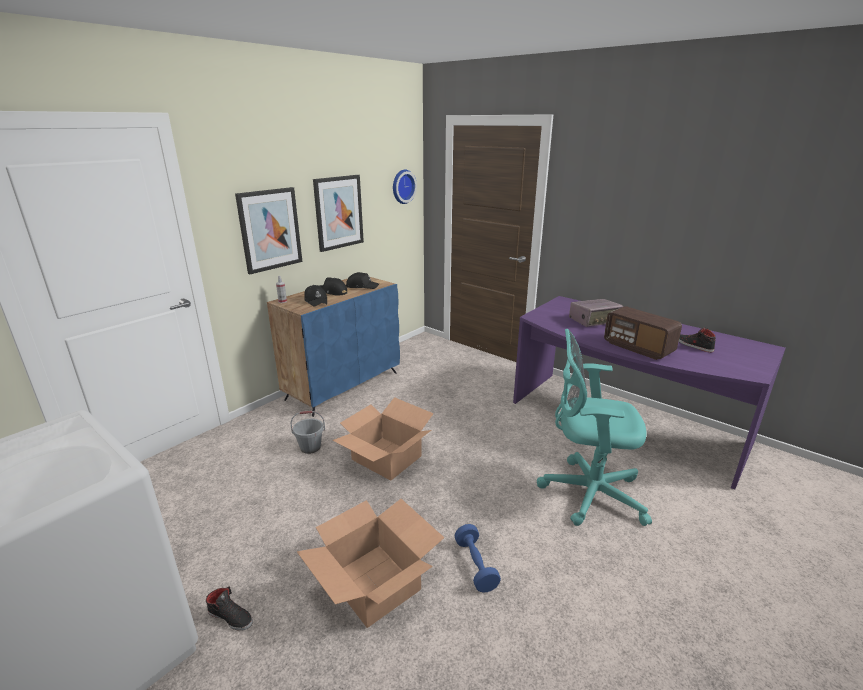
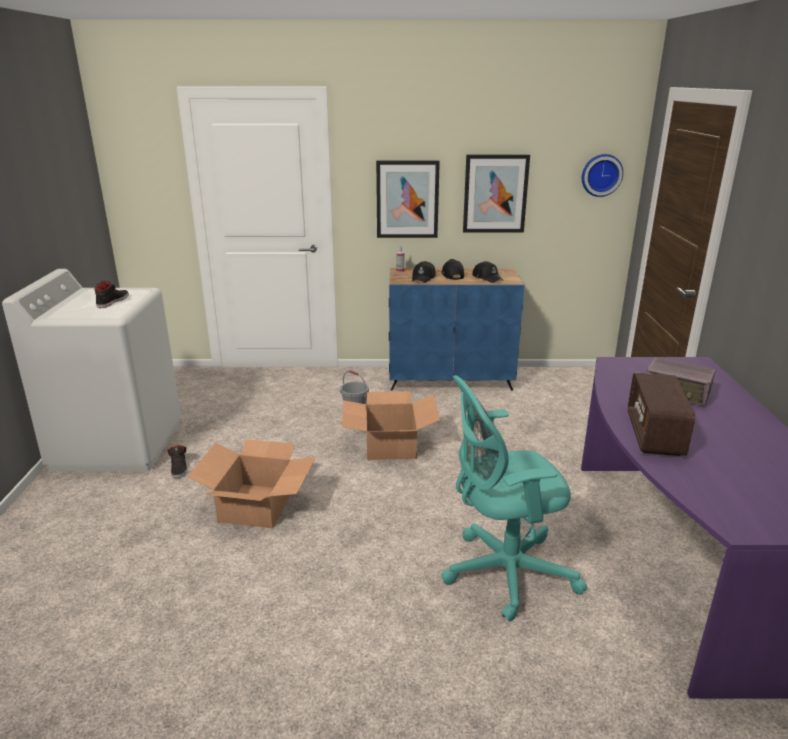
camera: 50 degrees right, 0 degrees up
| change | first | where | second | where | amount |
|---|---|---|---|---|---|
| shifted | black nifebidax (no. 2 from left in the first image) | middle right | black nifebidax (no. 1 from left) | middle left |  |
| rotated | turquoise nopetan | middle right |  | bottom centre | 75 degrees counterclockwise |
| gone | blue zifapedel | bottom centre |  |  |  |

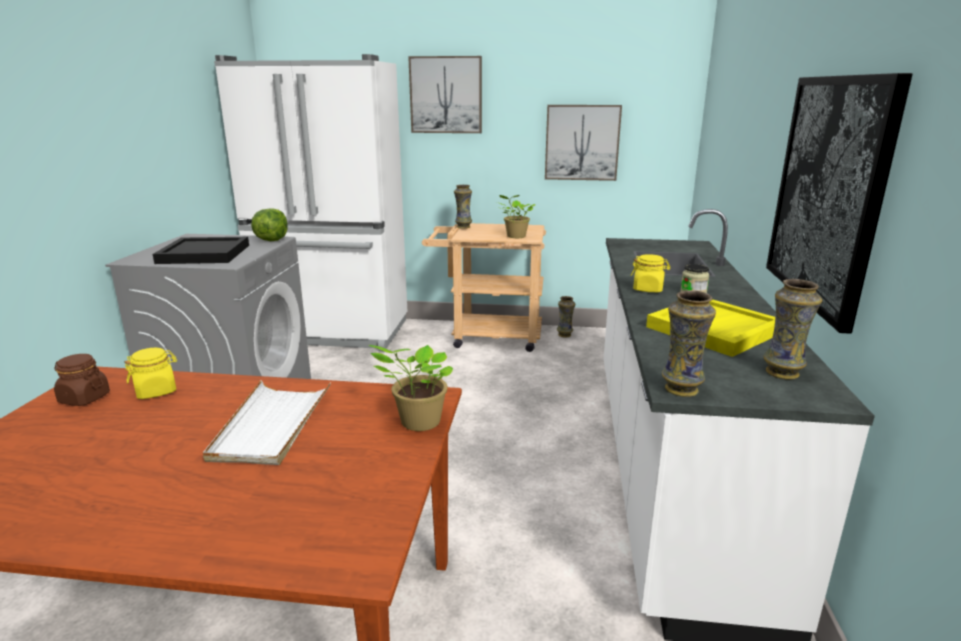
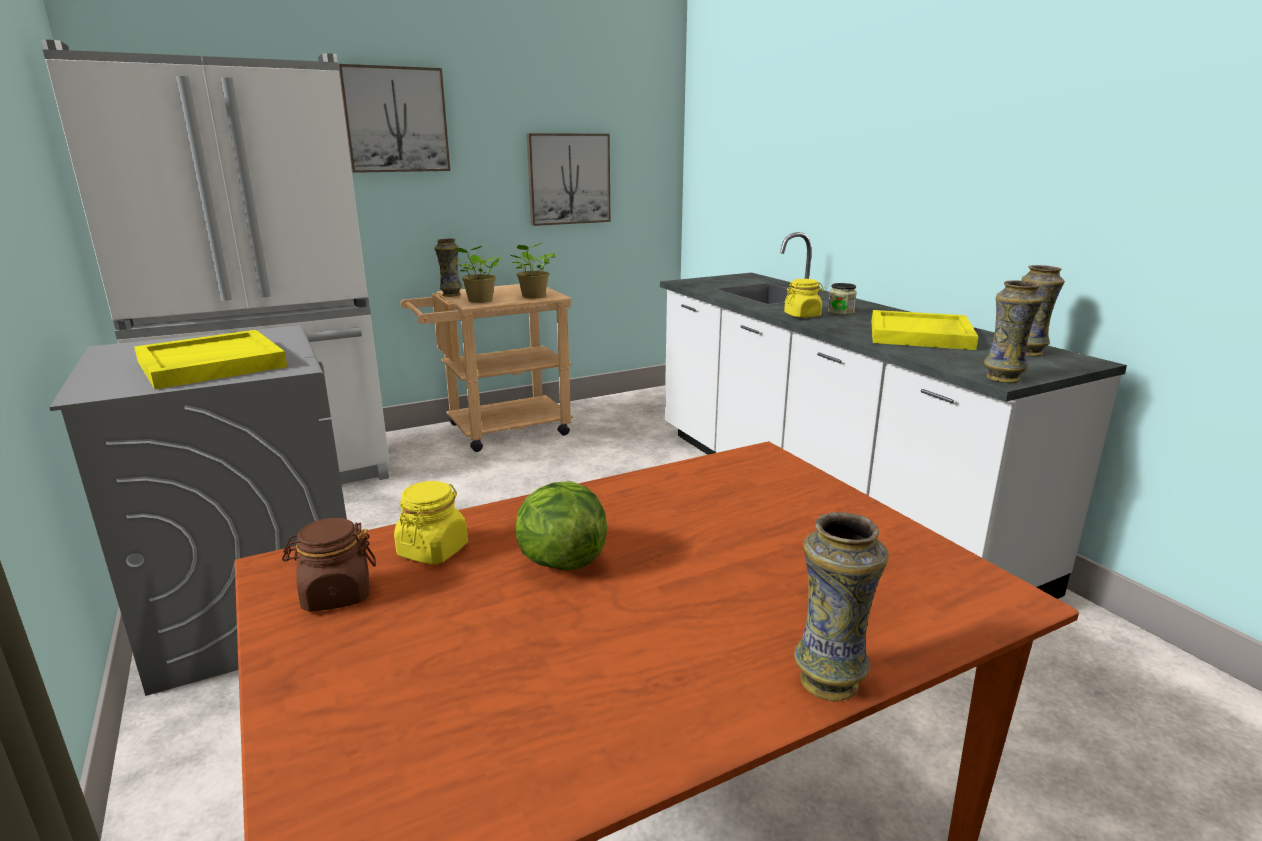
camera: 35 degrees left, 0 degrees up
| change | first | where | second | where | amount |
|---|---|---|---|---|---|
| repainted | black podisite | middle left | yellow podisite (no. 1 from left) | middle left |  |
| shifted | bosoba (no. 1 from left) | centre |  | top centre |  |
| shifted | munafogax | middle left |  | centre |  |
| shifted | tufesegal (no. 2 from left) | centre |  | bottom centre |  |
| gone | white podisite | middle left |  |  |  |
| gone | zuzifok (no. 3 from left) | top right |  |  |  |

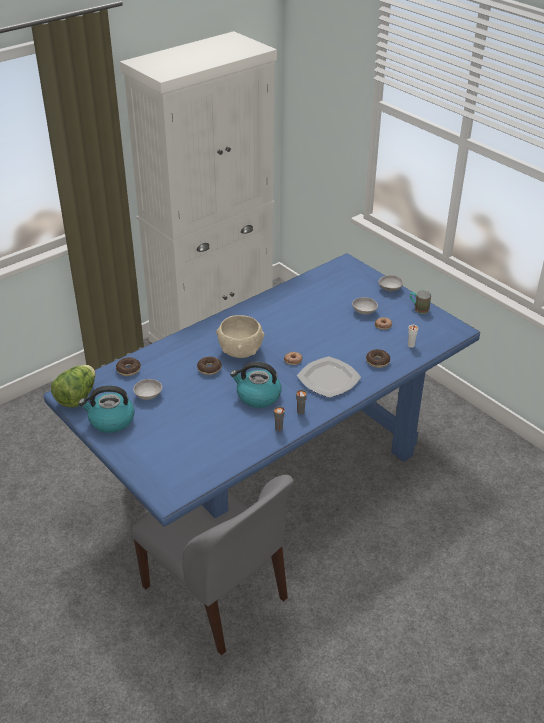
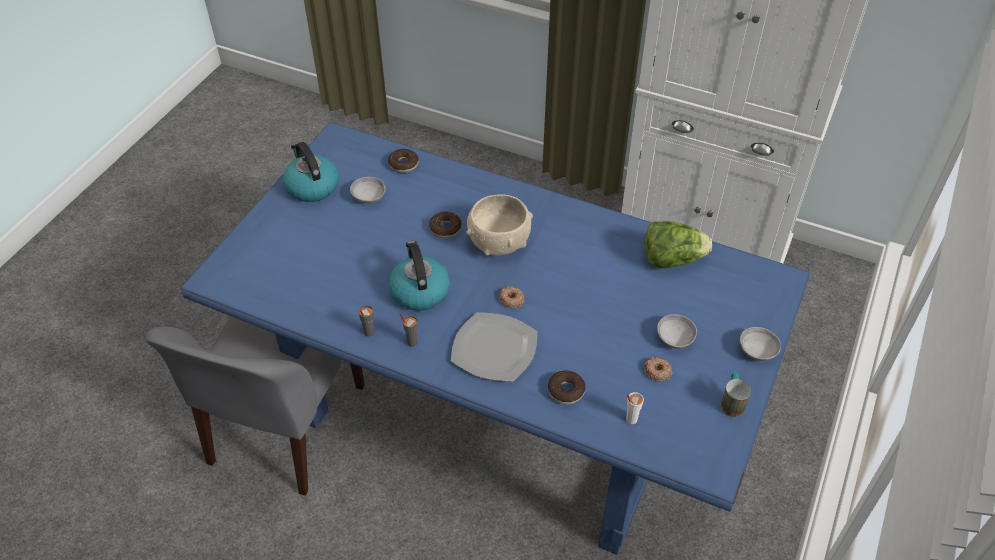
camera: 65 degrees right, 10 degrees up
| change | first | where | second | where | amount |
|---|---|---|---|---|---|
| shifted | munafogax | middle left |  | middle right |  |

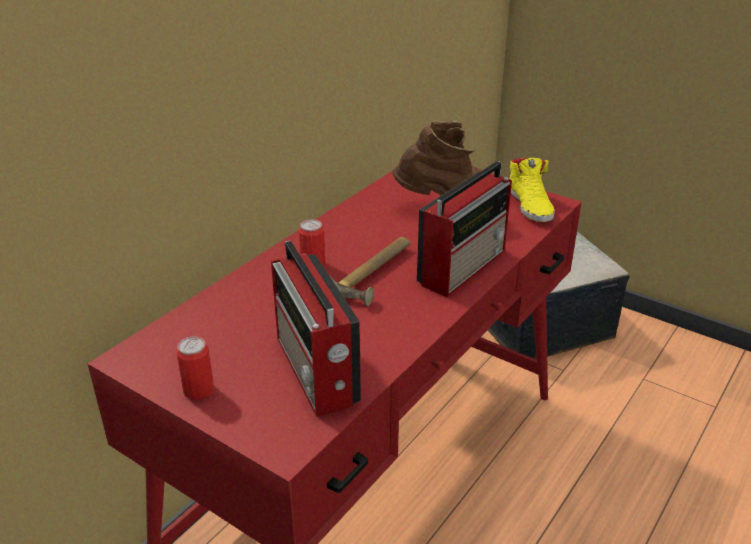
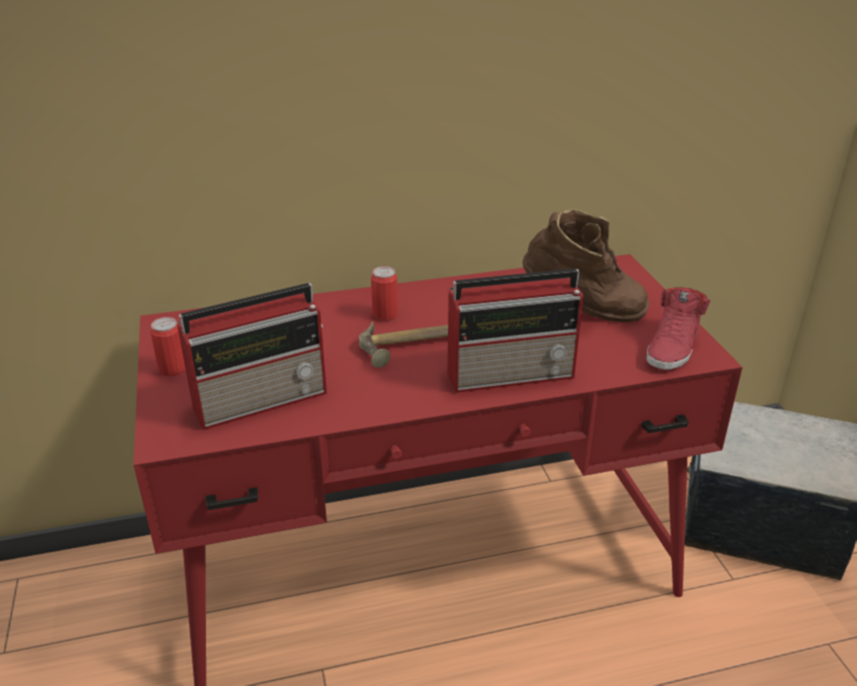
camera: 40 degrees right, 0 degrees up
| change | first | where | second | where | amount |
|---|---|---|---|---|---|
| rotated | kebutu (no. 1 from left) | centre |  | middle left | 135 degrees counterclockwise |
| repainted | yellow nifebidax | middle right | red nifebidax | middle right |  |

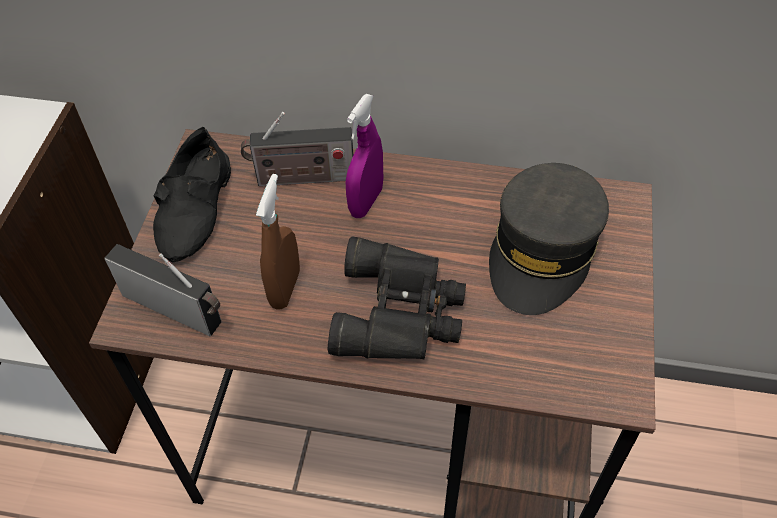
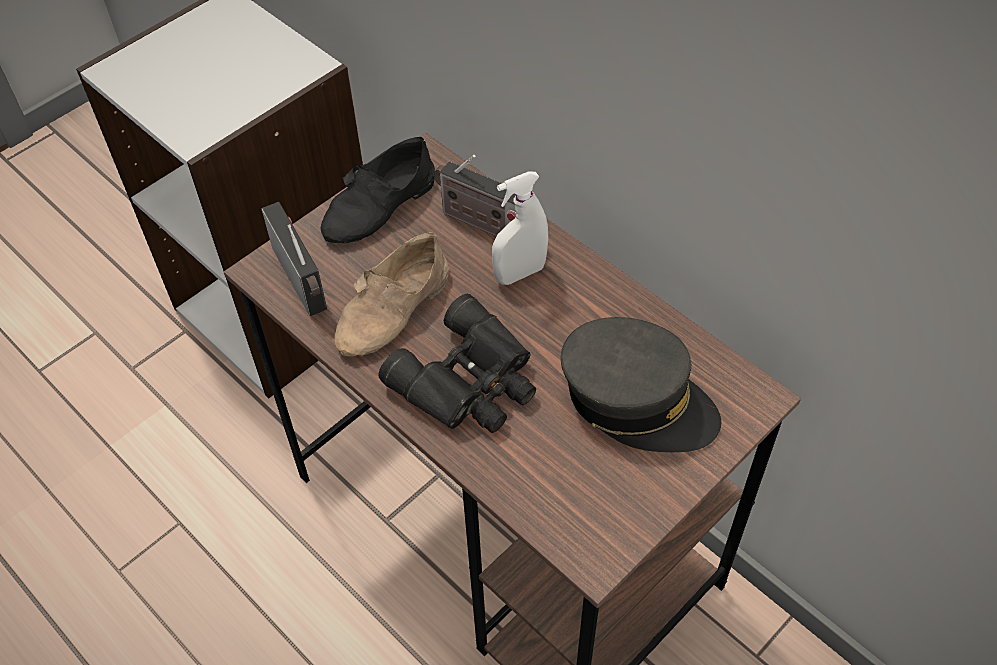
camera: 35 degrees right, 0 degrees up
| change | first | where | second | where | amount |
|---|---|---|---|---|---|
| swapped | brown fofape | centre | beige nifebidax | centre |  |
| repainted | purple fofape | top centre | white fofape | centre |  |
| rotated | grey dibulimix | middle right |  | centre | 120 degrees counterclockwise |

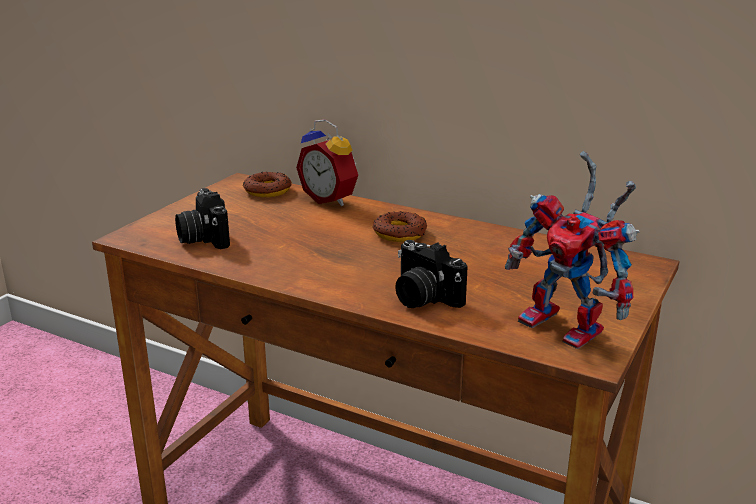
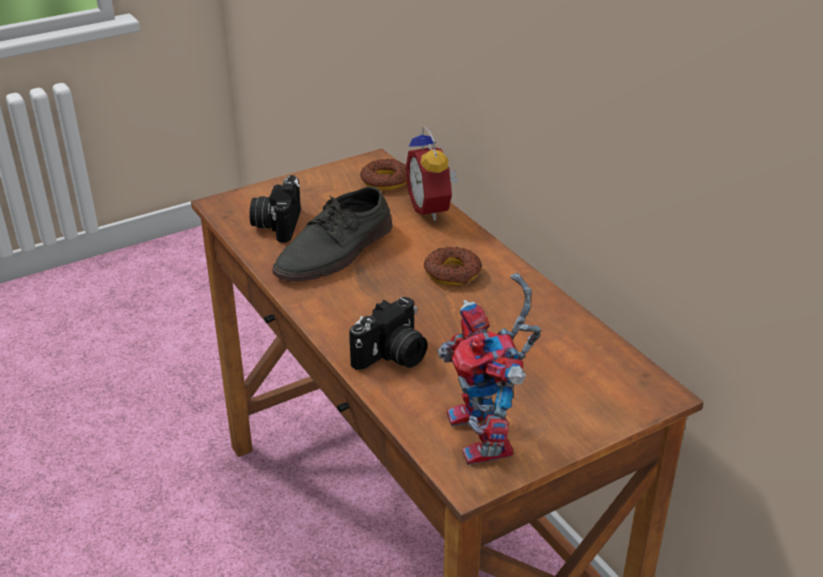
camera: 30 degrees right, 10 degrees up
| change | first | where | second | where | amount |
|---|---|---|---|---|---|
| new |  |  | grey nifebidax | centre |  |
| rotated | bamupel (no. 2 from left) | centre |  | centre | 120 degrees counterclockwise |

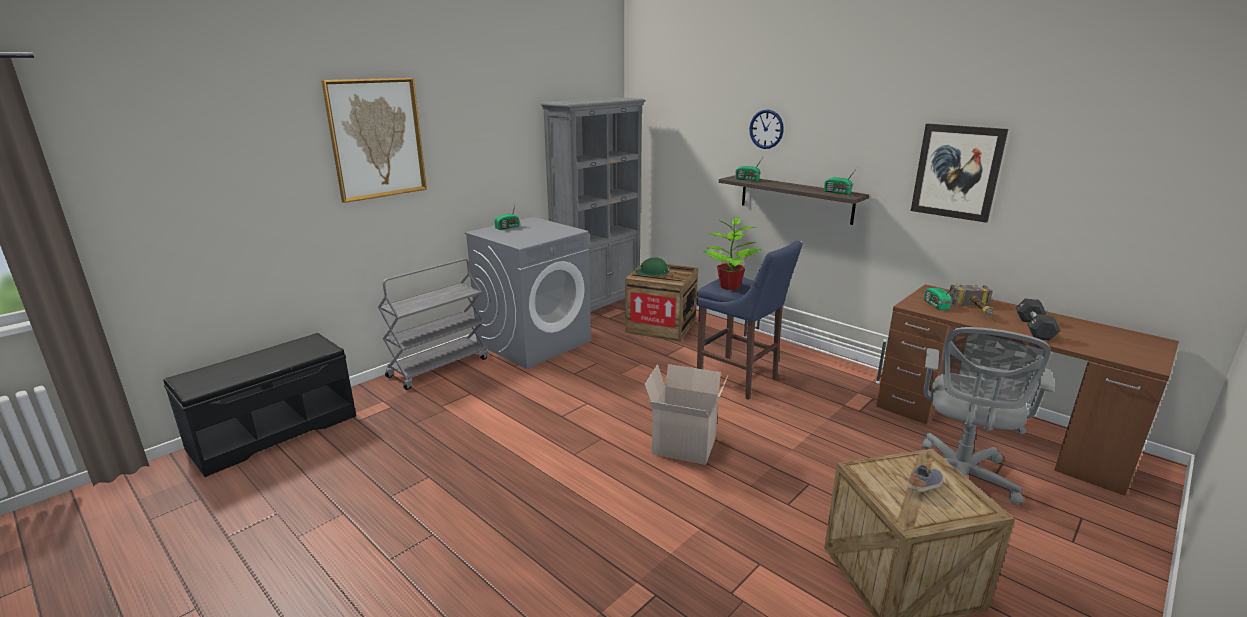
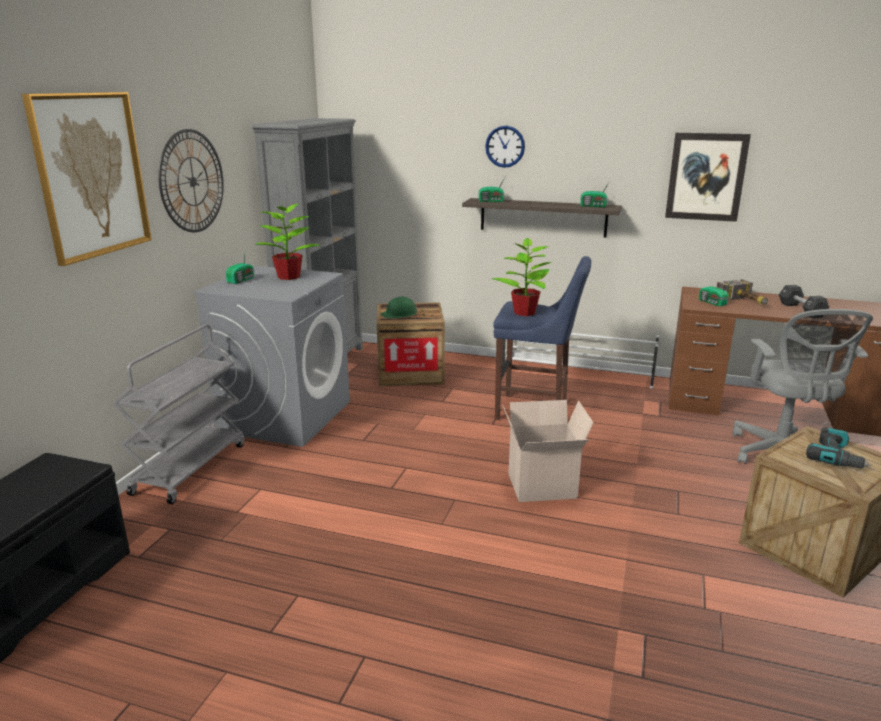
camera: 25 degrees left, 0 degrees up
| change | first | where | second | where | amount |
|---|---|---|---|---|---|
| new |  |  | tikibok (no. 1 from left) | top left |  |
| new |  |  | bosoba (no. 1 from left) | top left |  |
| swapped | nifebidax | bottom right | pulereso | middle right |  |

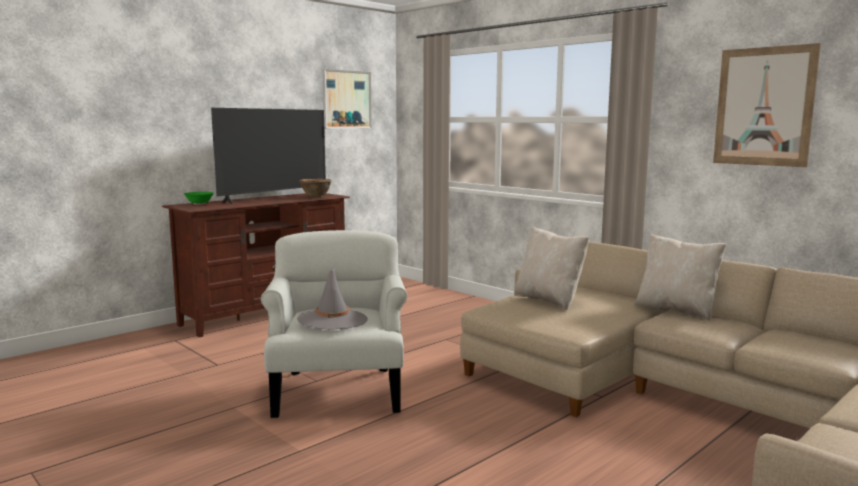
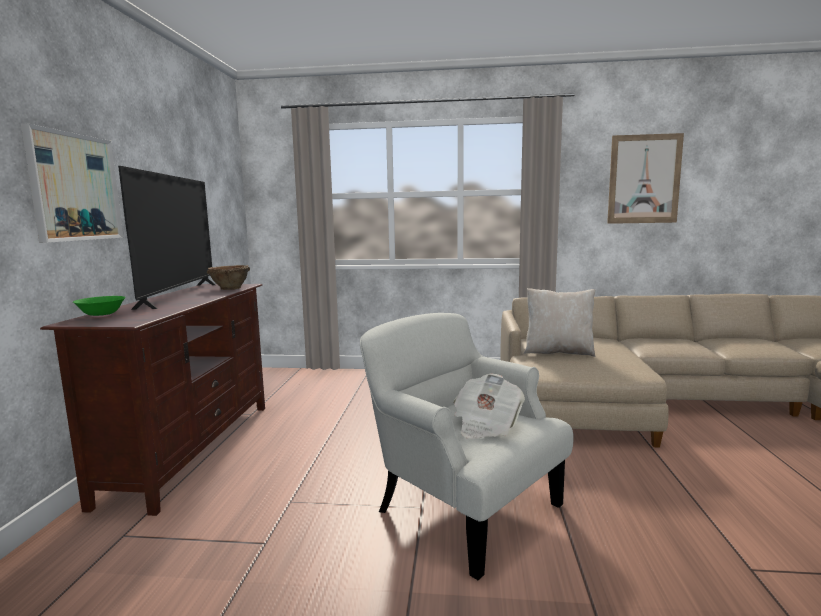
camera: 40 degrees left, 0 degrees up
| change | first | where | second | where | amount |
|---|---|---|---|---|---|
| shifted | zuzifok (no. 1 from left) | top centre |  | top left |  |
| swapped | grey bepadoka | centre | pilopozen | centre |  |
| gone | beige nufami (no. 2 from left) | middle right |  |  |  |

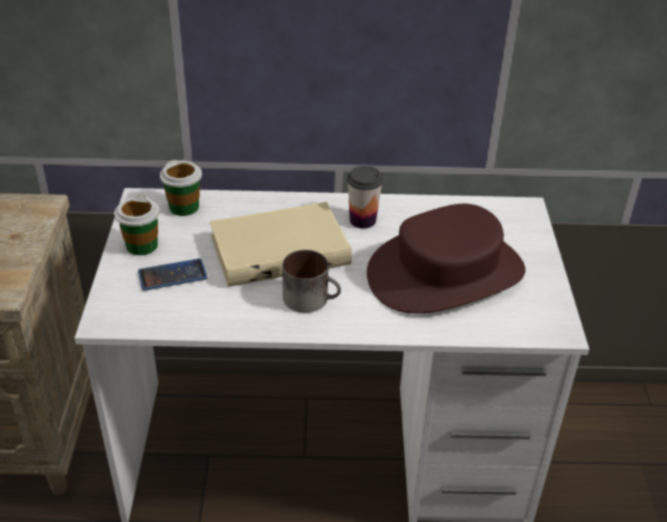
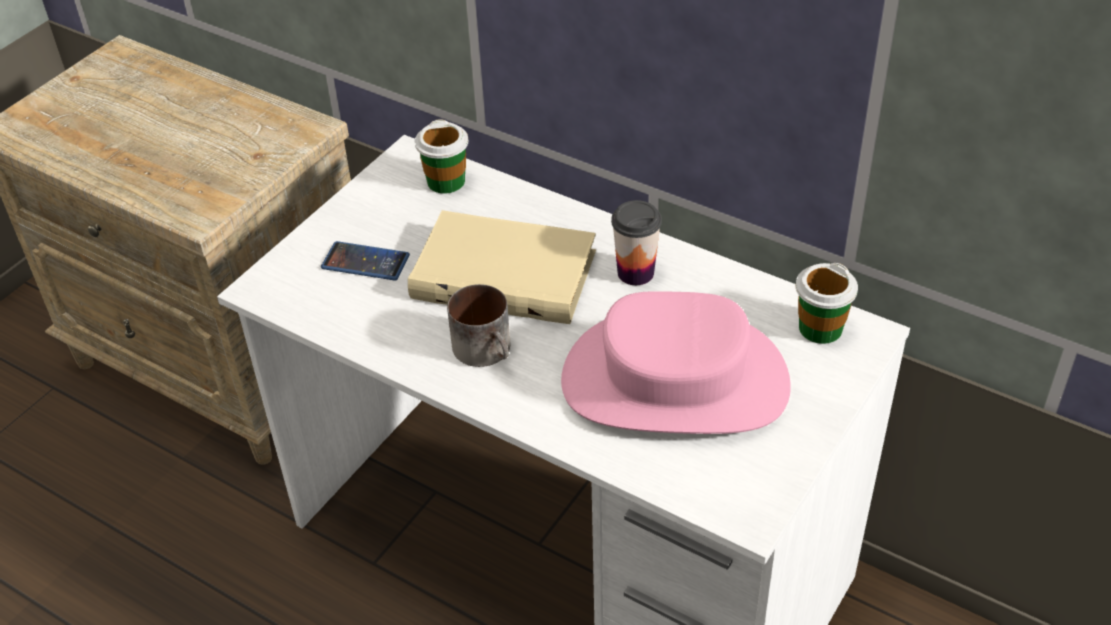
camera: 35 degrees right, 5 degrees up
| change | first | where | second | where | amount |
|---|---|---|---|---|---|
| repainted | brown bepadoka | middle right | pink bepadoka | centre |  |
| shifted | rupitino (no. 1 from left in the first image) | middle left | rupitino (no. 3 from left) | middle right |  |

